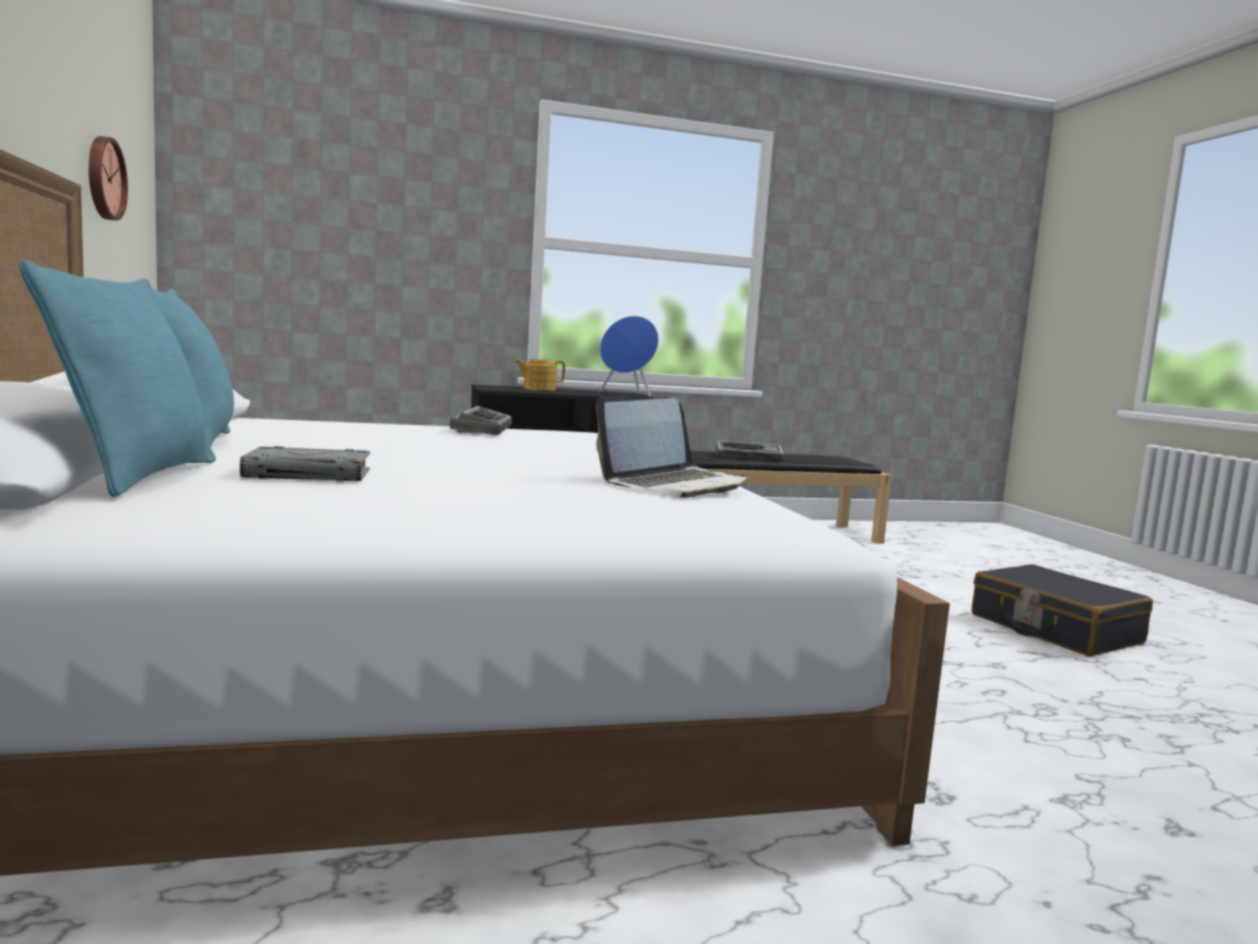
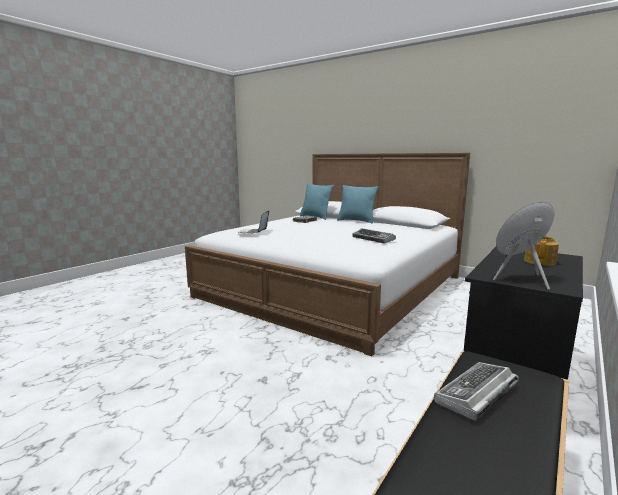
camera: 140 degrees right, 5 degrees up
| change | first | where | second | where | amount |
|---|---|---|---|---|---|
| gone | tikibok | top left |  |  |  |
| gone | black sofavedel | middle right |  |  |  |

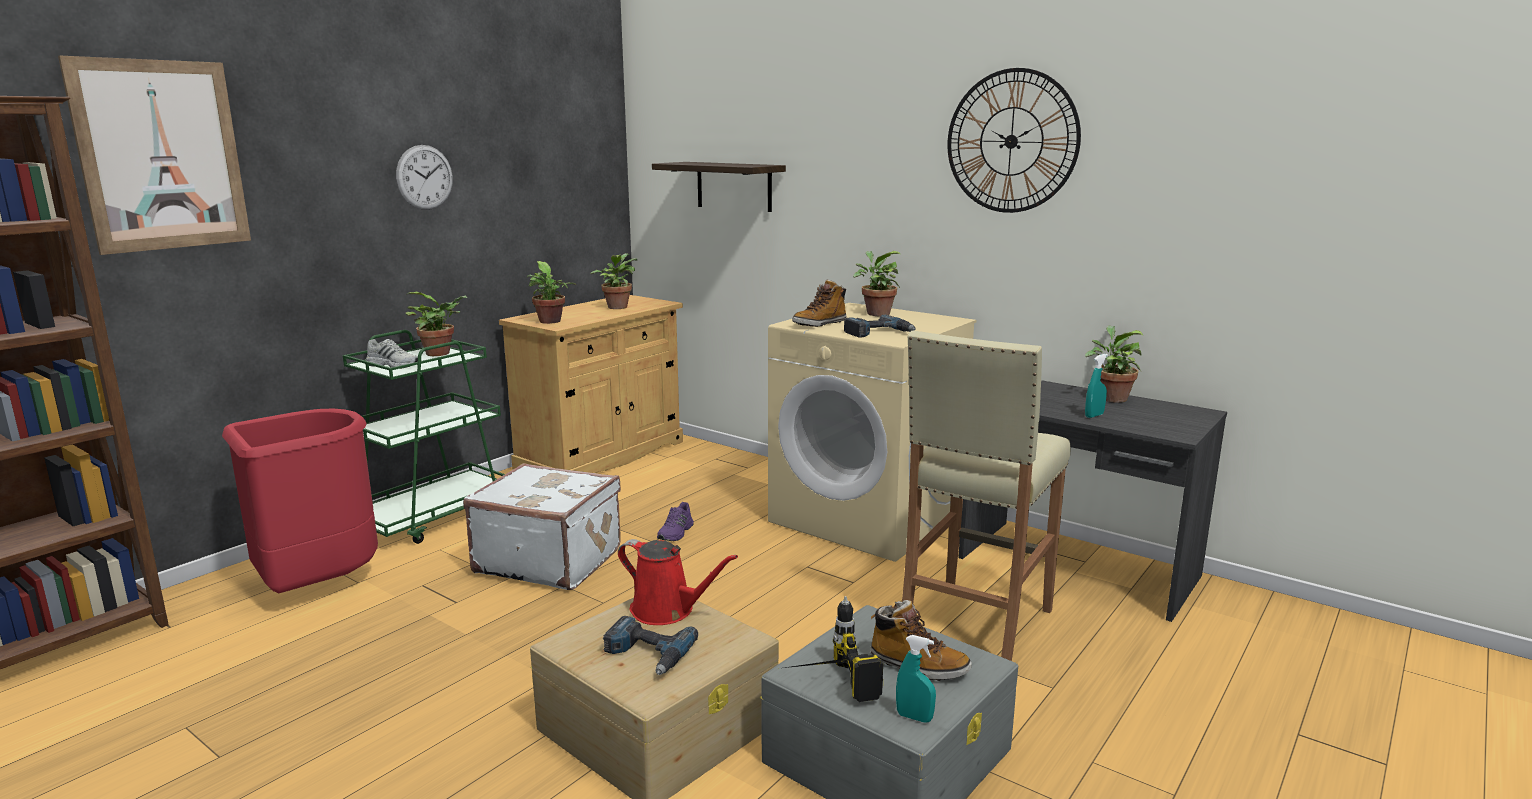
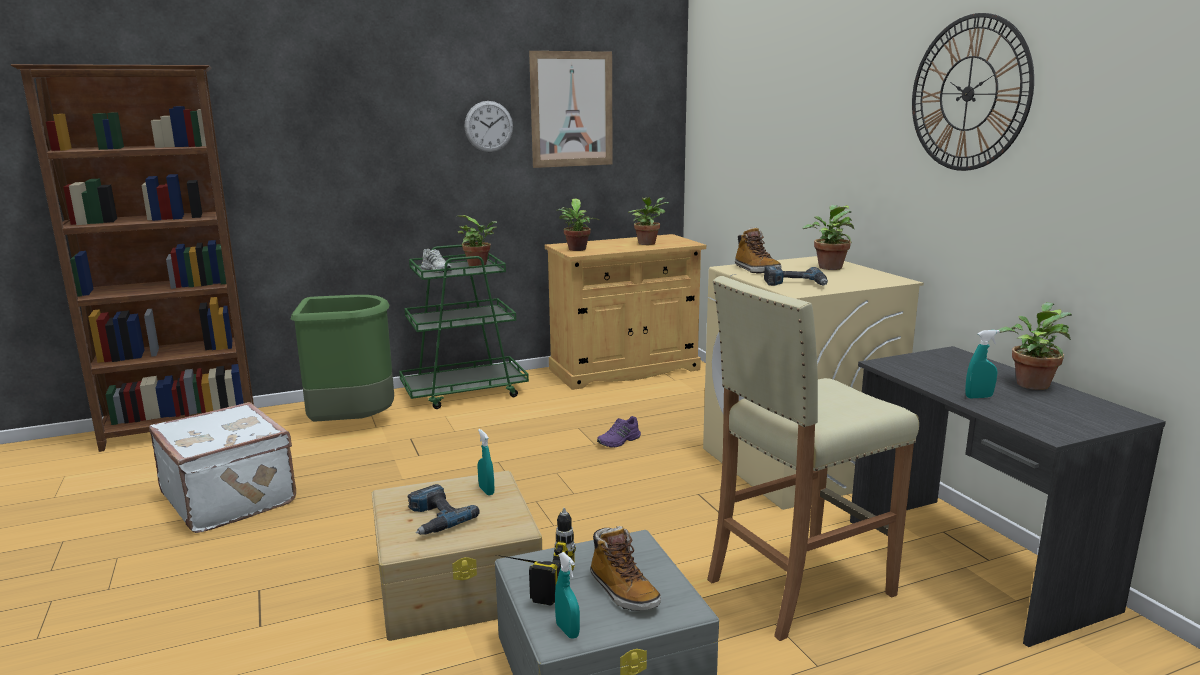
camera: 30 degrees right, 0 degrees up
| change | first | where | second | where | amount |
|---|---|---|---|---|---|
| shifted | white sofavedel | centre |  | bottom left |  |
| repainted | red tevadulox | middle left | green tevadulox | middle left |  |
| swapped | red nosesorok | bottom centre | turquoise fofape (no. 1 from left) | bottom centre |  |
| shifted | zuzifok | top left |  | top centre |  |
| rotated | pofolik (no. 1 from left in the first image) | centre | pofolik (no. 2 from left) | centre | 105 degrees counterclockwise |
| gone | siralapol | top centre |  |  |  |

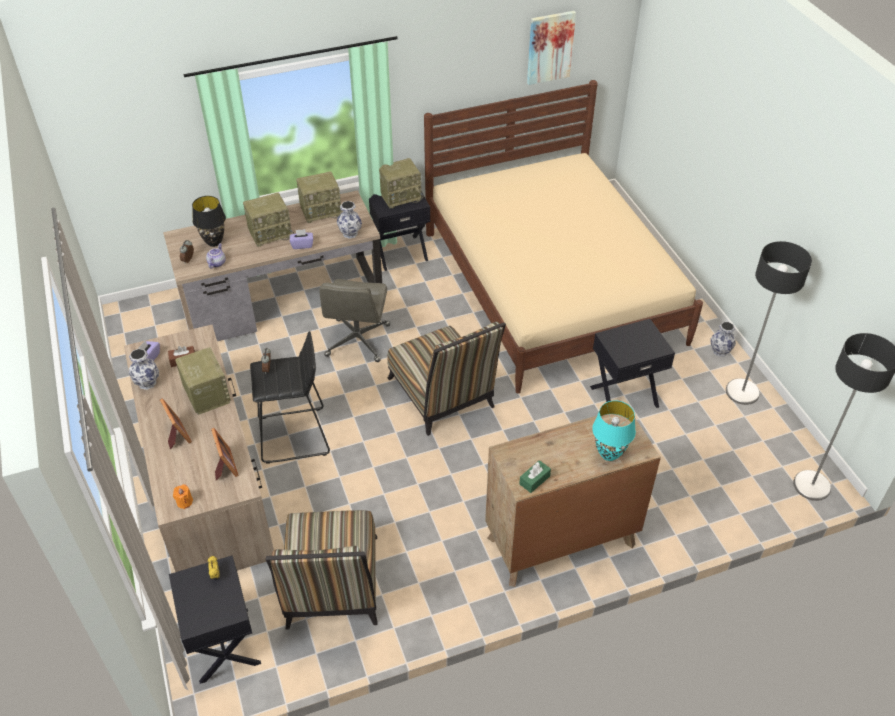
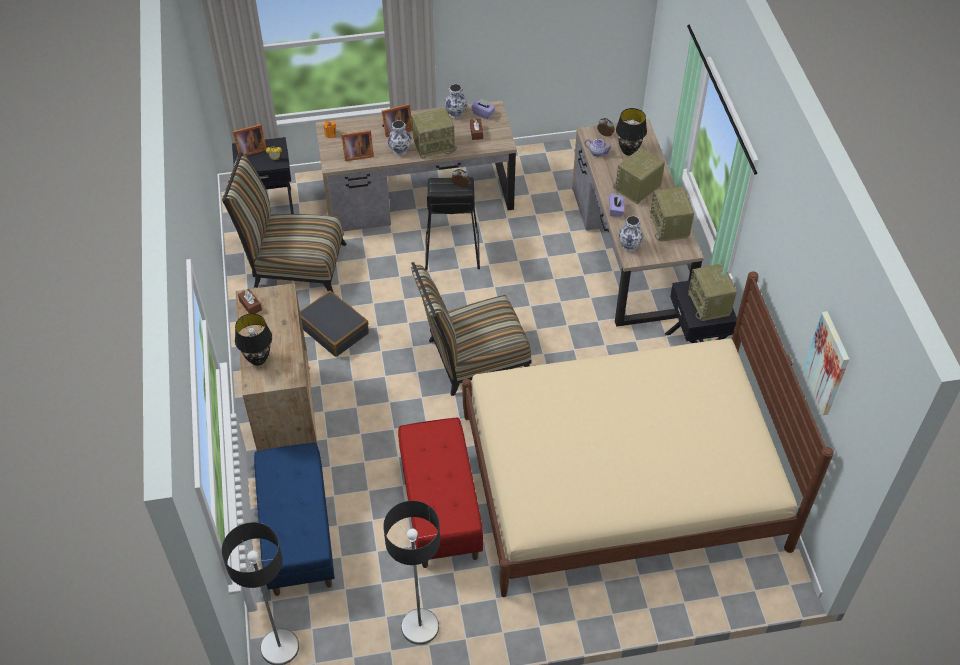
camera: 100 degrees right, 5 degrees up
| change | first | where | second | where | amount |
|---|---|---|---|---|---|
| new |  |  | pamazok (no. 1 from left) | top left |  |
| repainted | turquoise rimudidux | middle right | black rimudidux (no. 1 from left) | middle left |  |
| repainted | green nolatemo | centre | brown nolatemo (no. 1 from left) | middle left |  |
| new |  |  | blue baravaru | bottom left |  |
| new |  |  | black sofavedel | centre |  |
| shifted | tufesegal (no. 3 from left in the first image) | middle right | tufesegal (no. 1 from left) | top centre |  |
| swapped | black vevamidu (no. 3 from left) | middle right | red baravaru | bottom centre |  |
| rotated | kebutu (no. 2 from left) | top left |  | top centre | 60 degrees clockwise |
| gone | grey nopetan | centre |  |  |  |

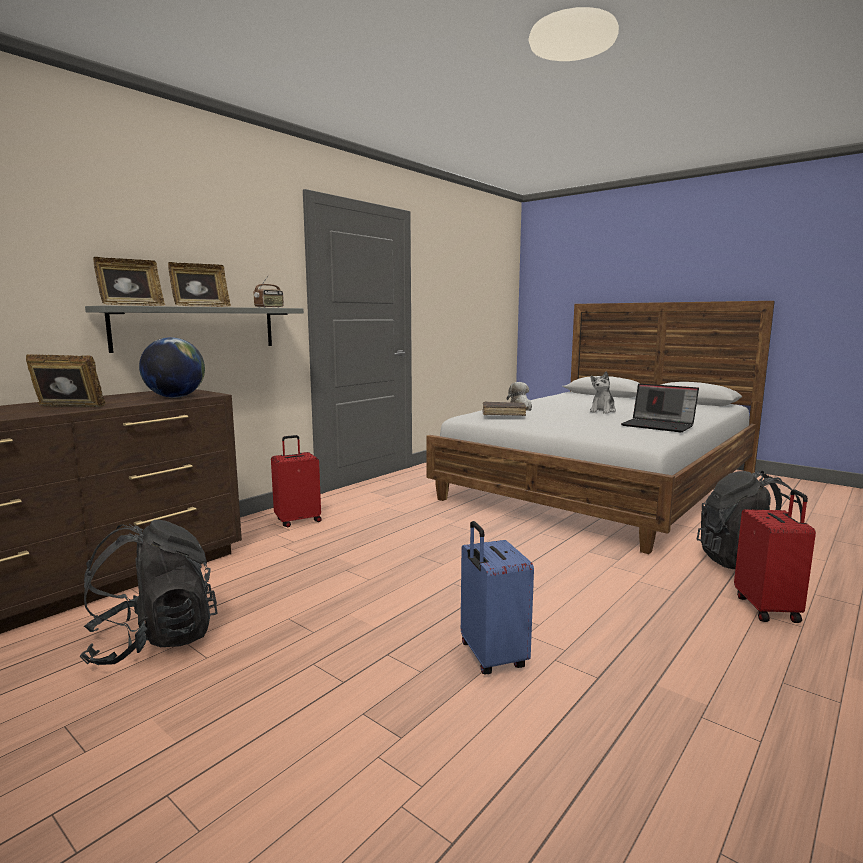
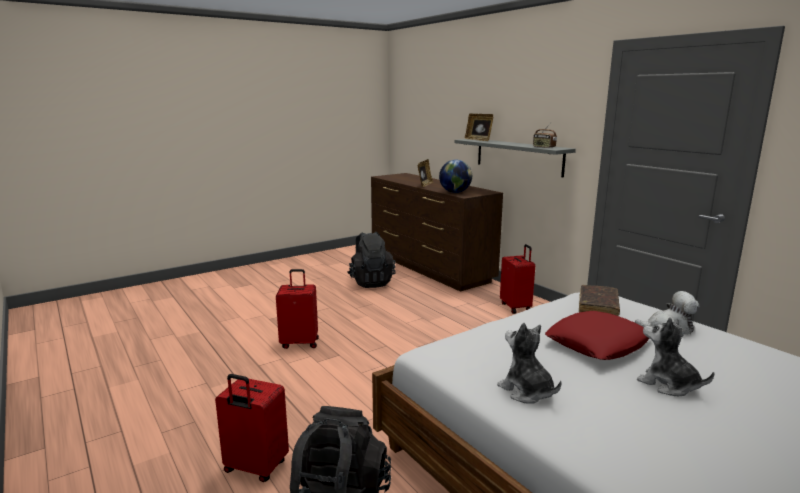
camera: 105 degrees right, 5 degrees up
| change | first | where | second | where | amount |
|---|---|---|---|---|---|
| repainted | blue sofavedel | bottom centre | red sofavedel (no. 2 from left) | centre |  |
| swapped | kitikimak | middle right | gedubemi (no. 1 from left) | bottom centre |  |
| new |  |  | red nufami | bottom right |  |
| gone | pamazok (no. 3 from left) | top left |  |  |  |

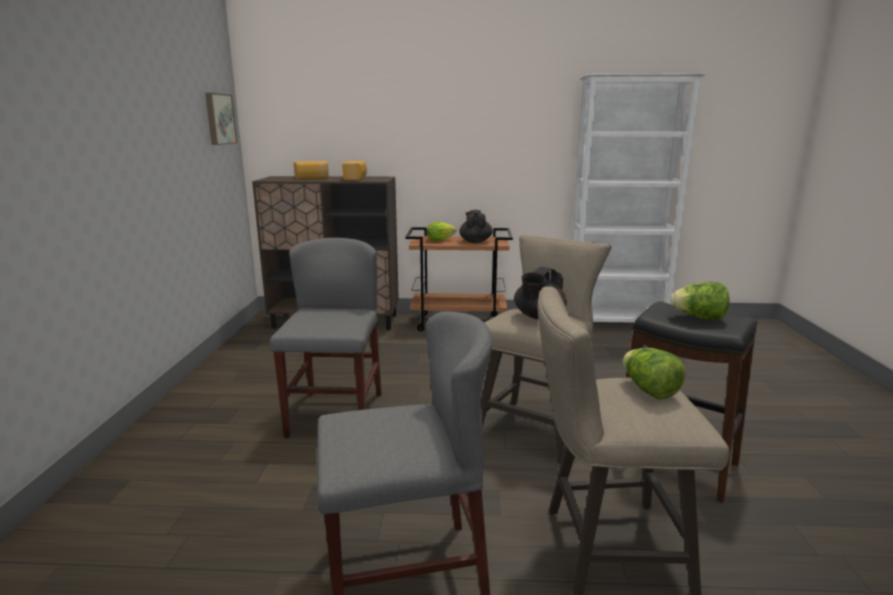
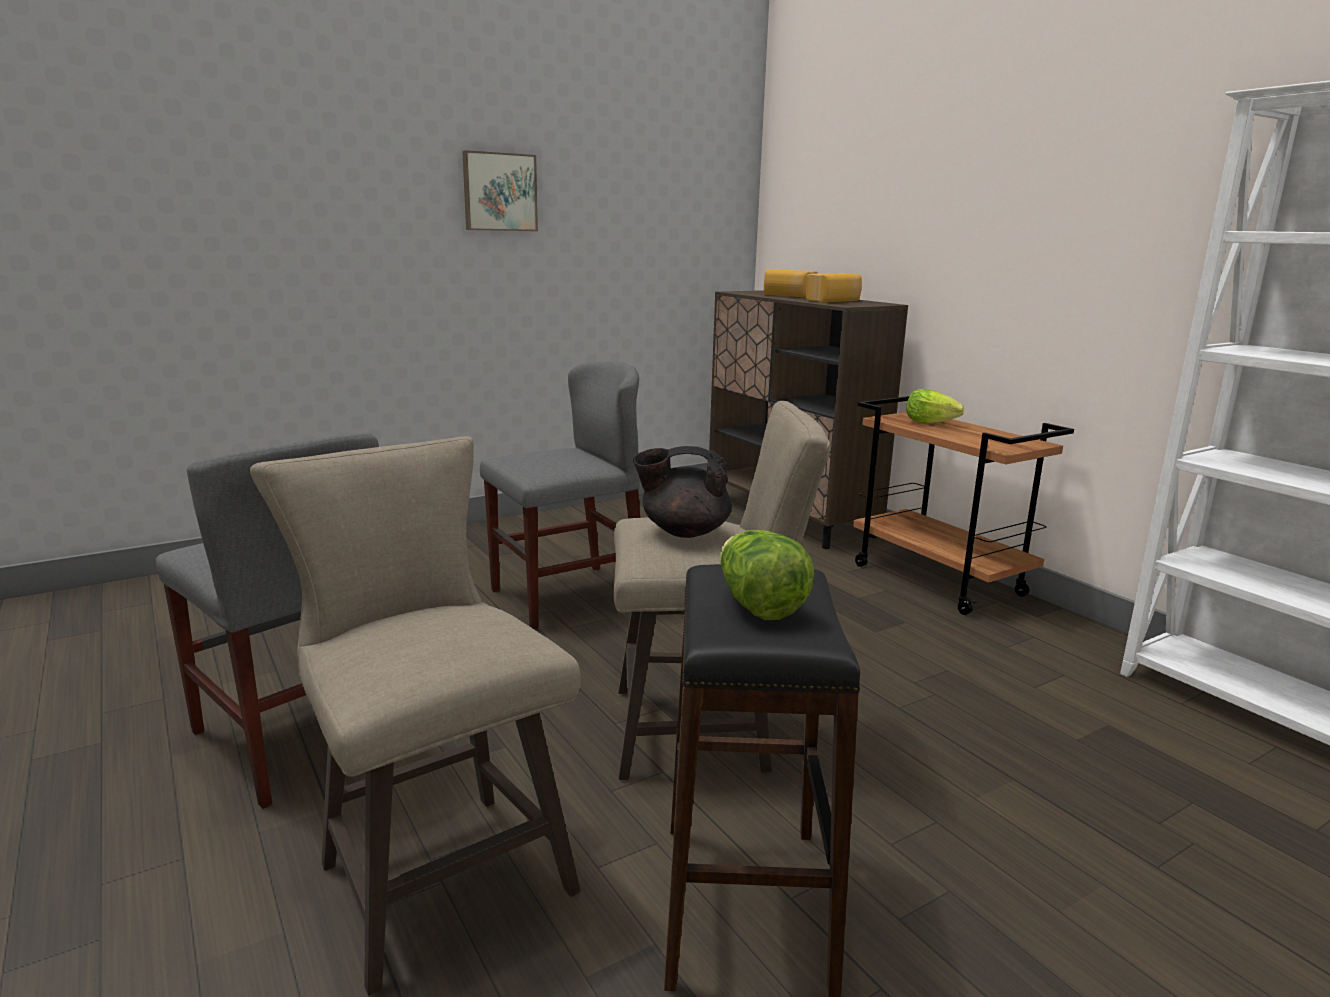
camera: 55 degrees right, 0 degrees up
| change | first | where | second | where | amount |
|---|---|---|---|---|---|
| shifted | zuzifok | top left |  | top centre |  |
| gone | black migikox (no. 1 from left) | centre |  |  |  |
| gone | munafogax (no. 2 from left) | middle right |  |  |  |

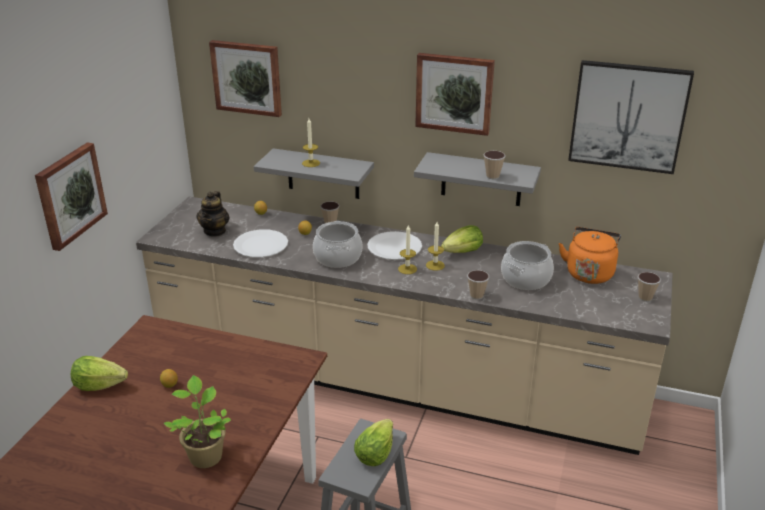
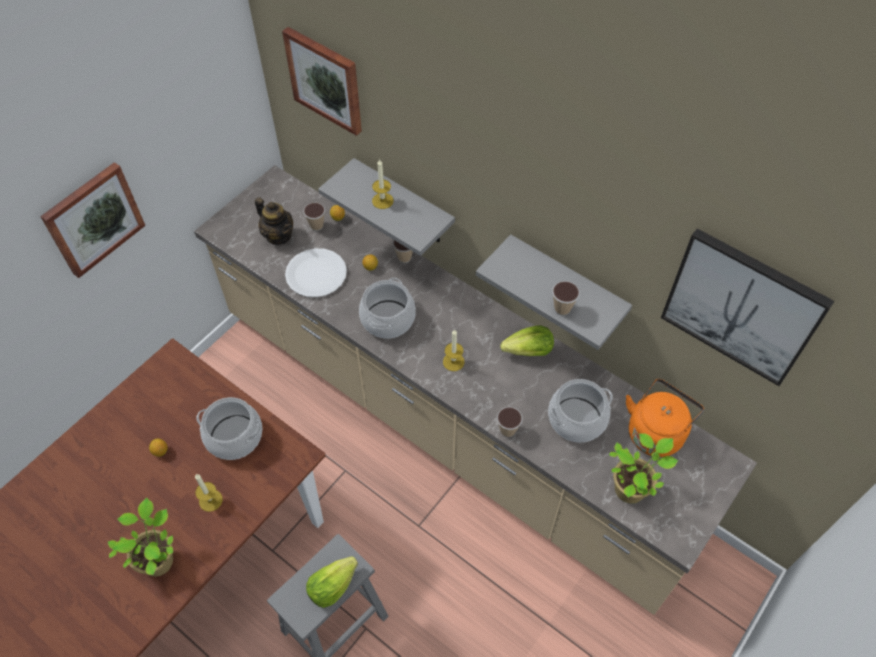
camera: 20 degrees right, 25 degrees up
| change | first | where | second | where | amount |
|---|---|---|---|---|---|
| shifted | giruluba (no. 3 from left in the first image) | centre | giruluba (no. 1 from left) | bottom left |  |
| new |  |  | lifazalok (no. 1 from left) | middle left |  |
| rotated | migikox | middle left |  | middle left | 75 degrees counterclockwise |
| shifted | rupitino (no. 4 from left in the first image) | middle right | rupitino (no. 1 from left) | top centre |  |
| new |  |  | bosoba (no. 2 from left) | bottom right |  |
| gone | munafogax (no. 1 from left) | bottom left |  |  |  |
| gone | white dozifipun (no. 2 from left) | centre |  |  |  |
| gone | zuzifok (no. 3 from left) | top centre |  |  |  |

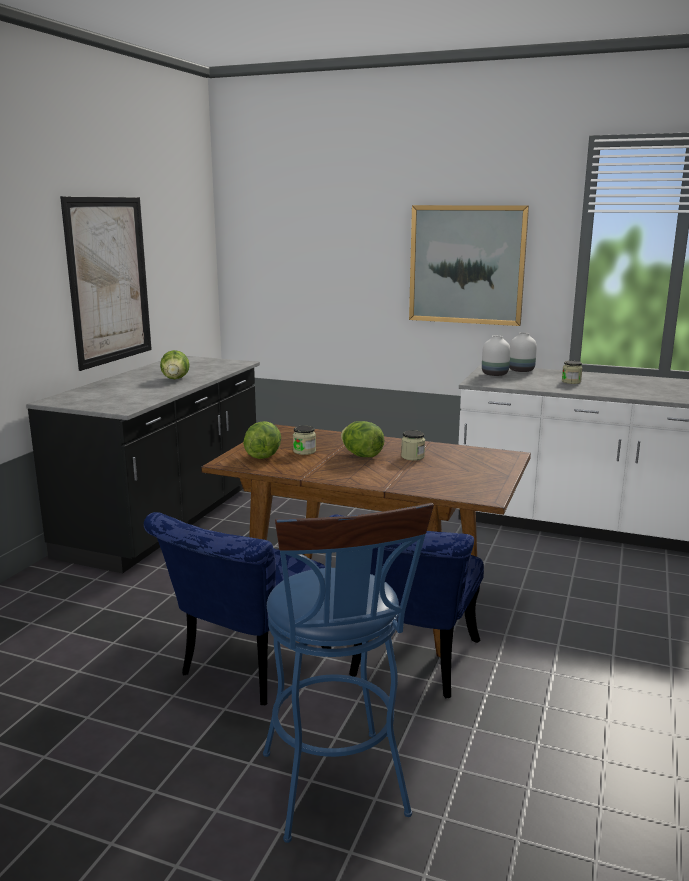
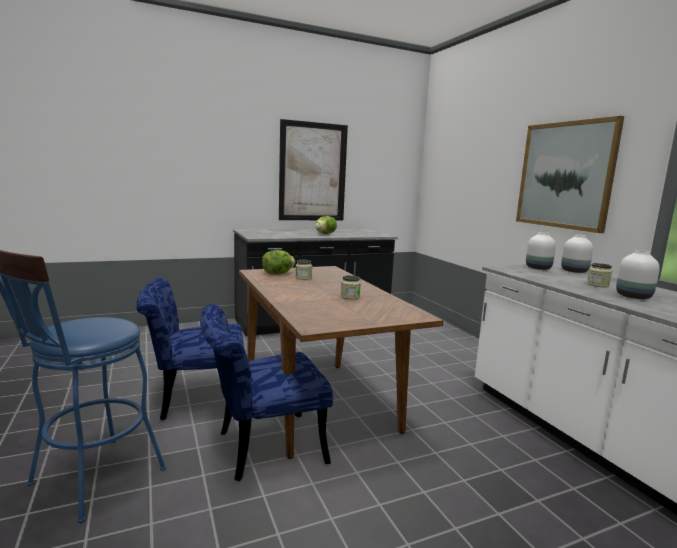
camera: 45 degrees right, 5 degrees down
| change | first | where | second | where | amount |
|---|---|---|---|---|---|
| new |  |  | white tufesegal (no. 3 from left) | middle right |  |
| gone | munafogax (no. 3 from left) | centre |  |  |  |

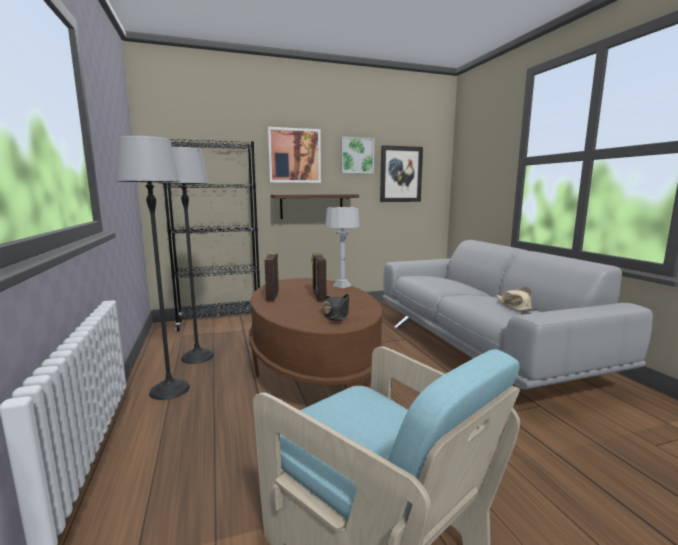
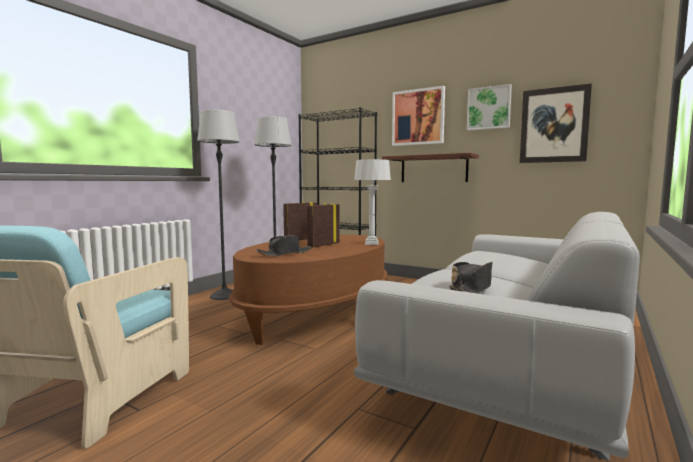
camera: 50 degrees right, 5 degrees down
| change | first | where | second | where | amount |
|---|---|---|---|---|---|
| repainted | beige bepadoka | middle right | black bepadoka (no. 2 from left) | middle right |  |

